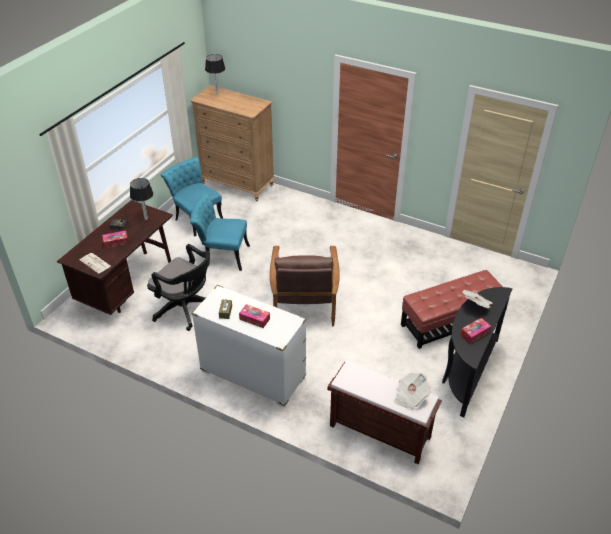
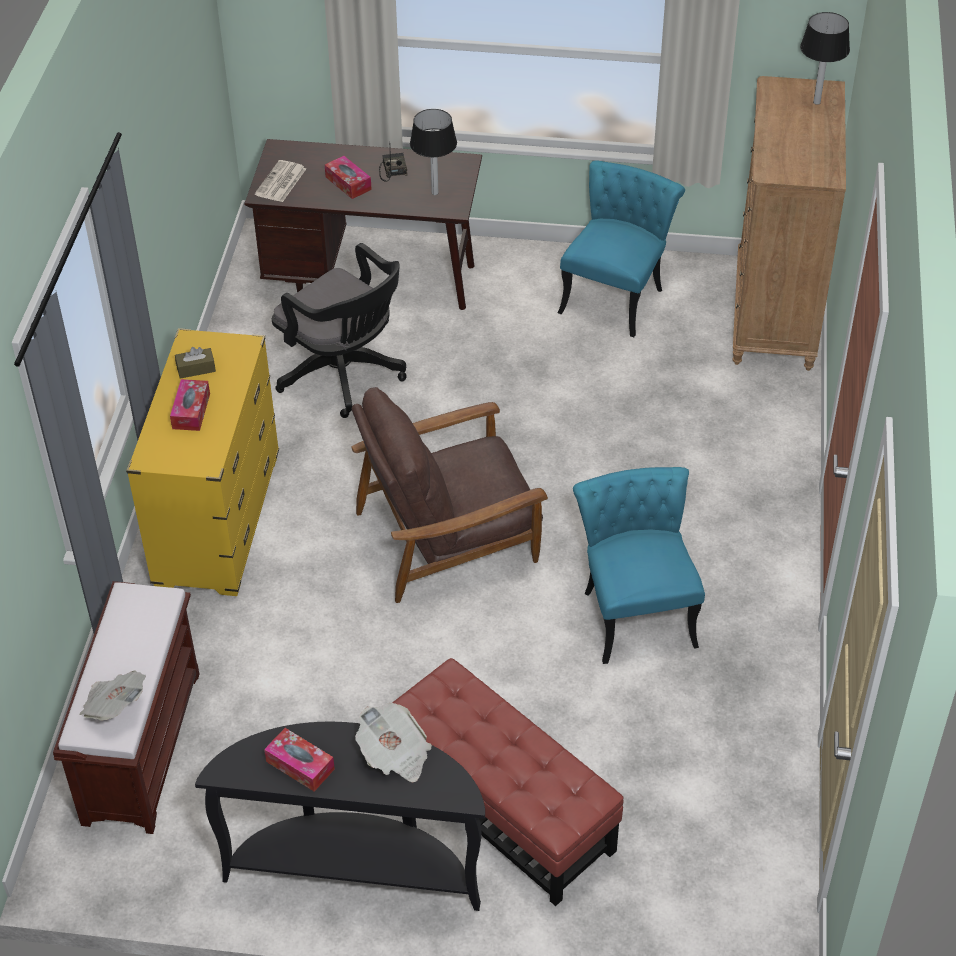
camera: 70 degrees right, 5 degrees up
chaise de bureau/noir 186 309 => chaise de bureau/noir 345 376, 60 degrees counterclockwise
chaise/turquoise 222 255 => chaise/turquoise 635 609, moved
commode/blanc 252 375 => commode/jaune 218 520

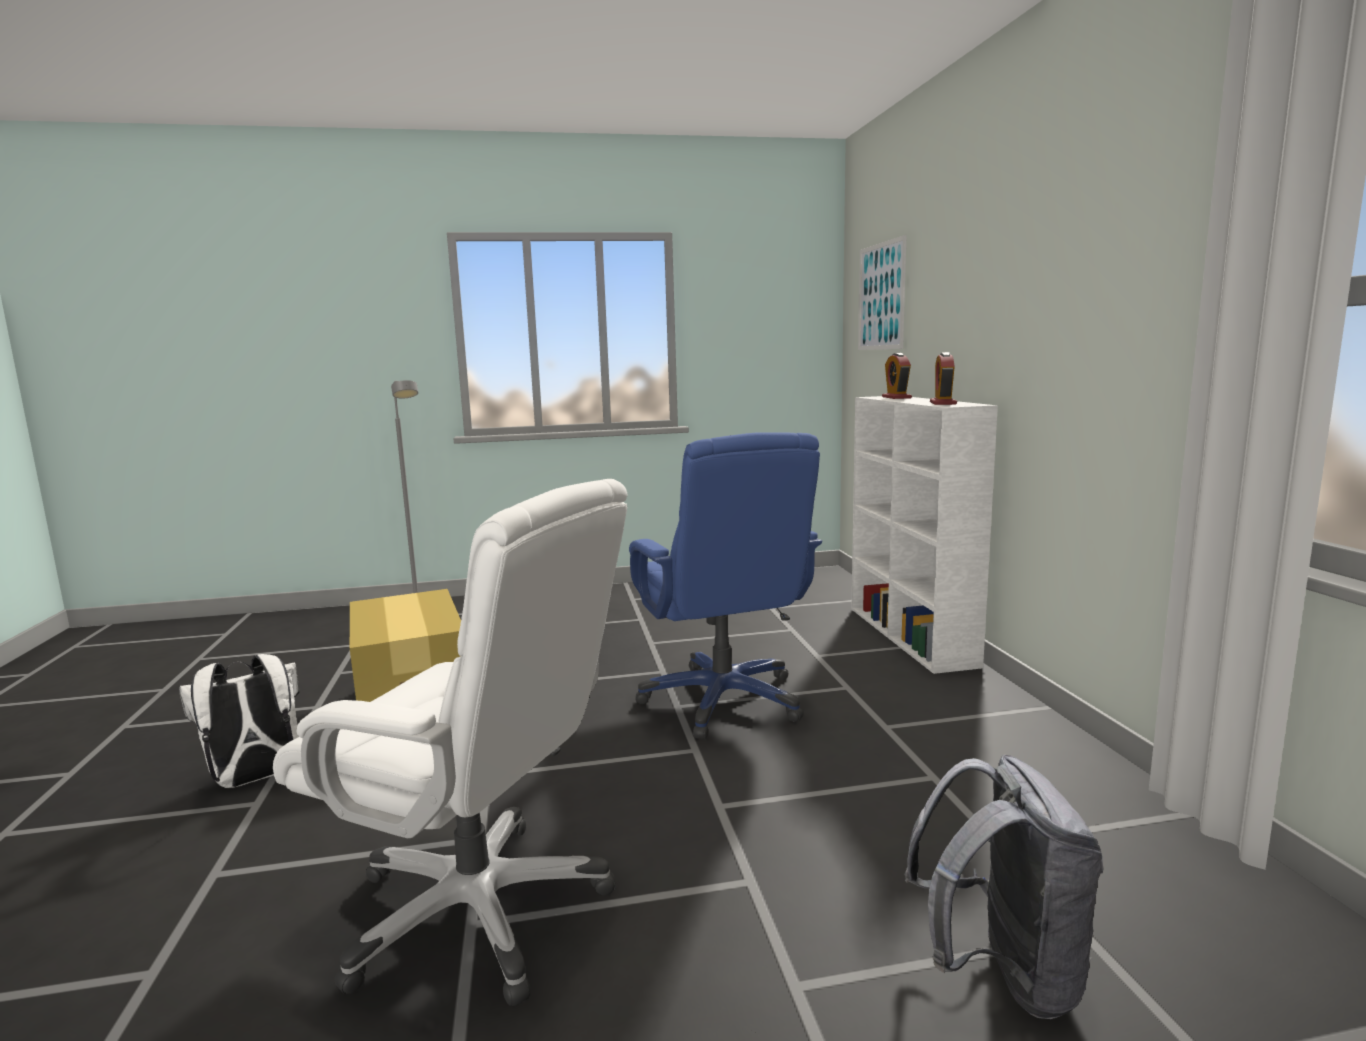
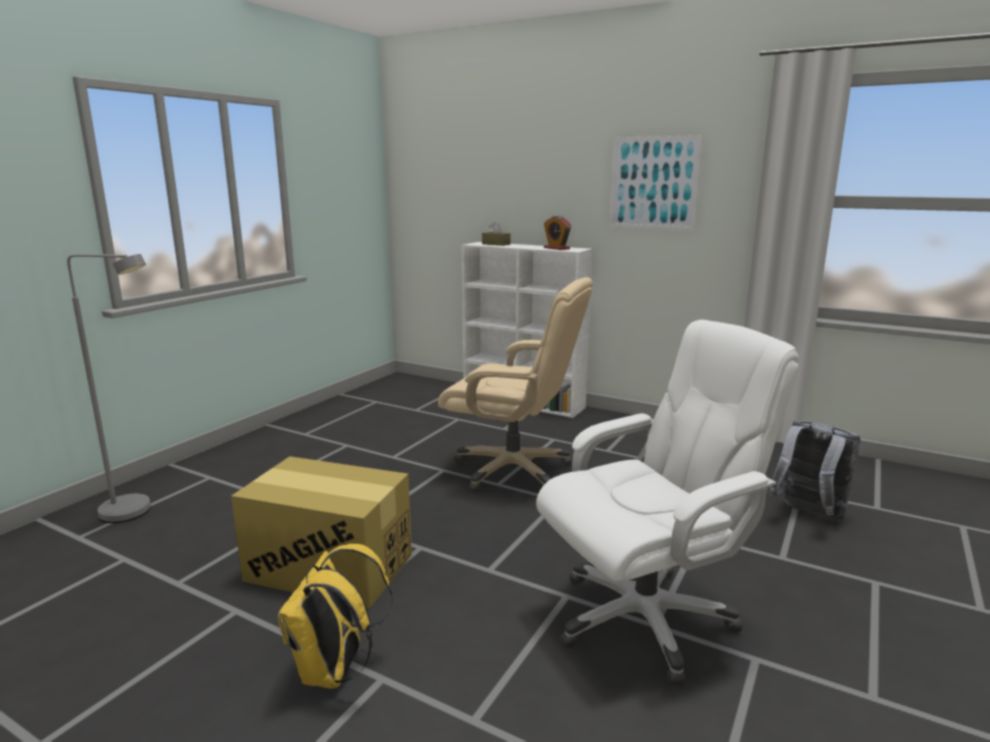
camera: 50 degrees left, 5 degrees up
sac à dos/blanc 256 779 => sac à dos/jaune 335 671
chaise de bureau/bleu 724 700 => chaise de bureau/beige 514 470
tableau 881 296 => tableau 653 183, moved
réveil 896 397 => boîte à mouchoirs/marron 496 244

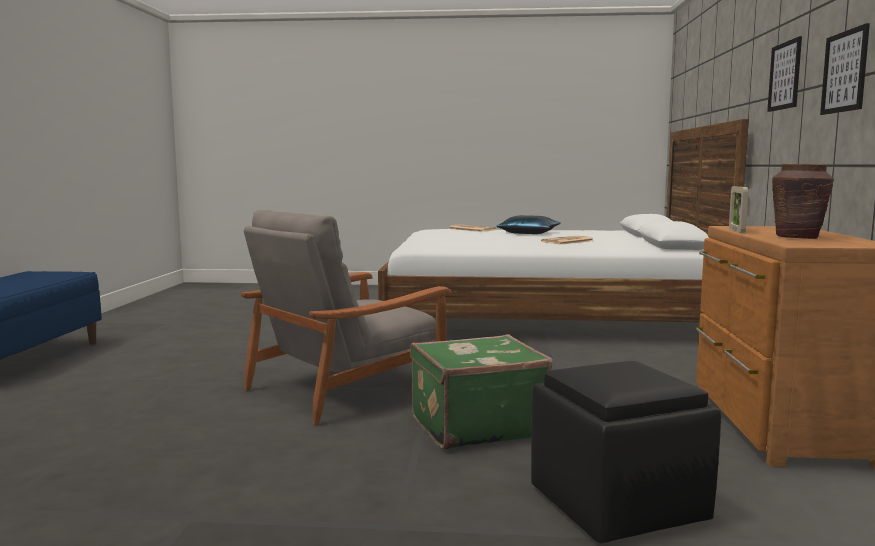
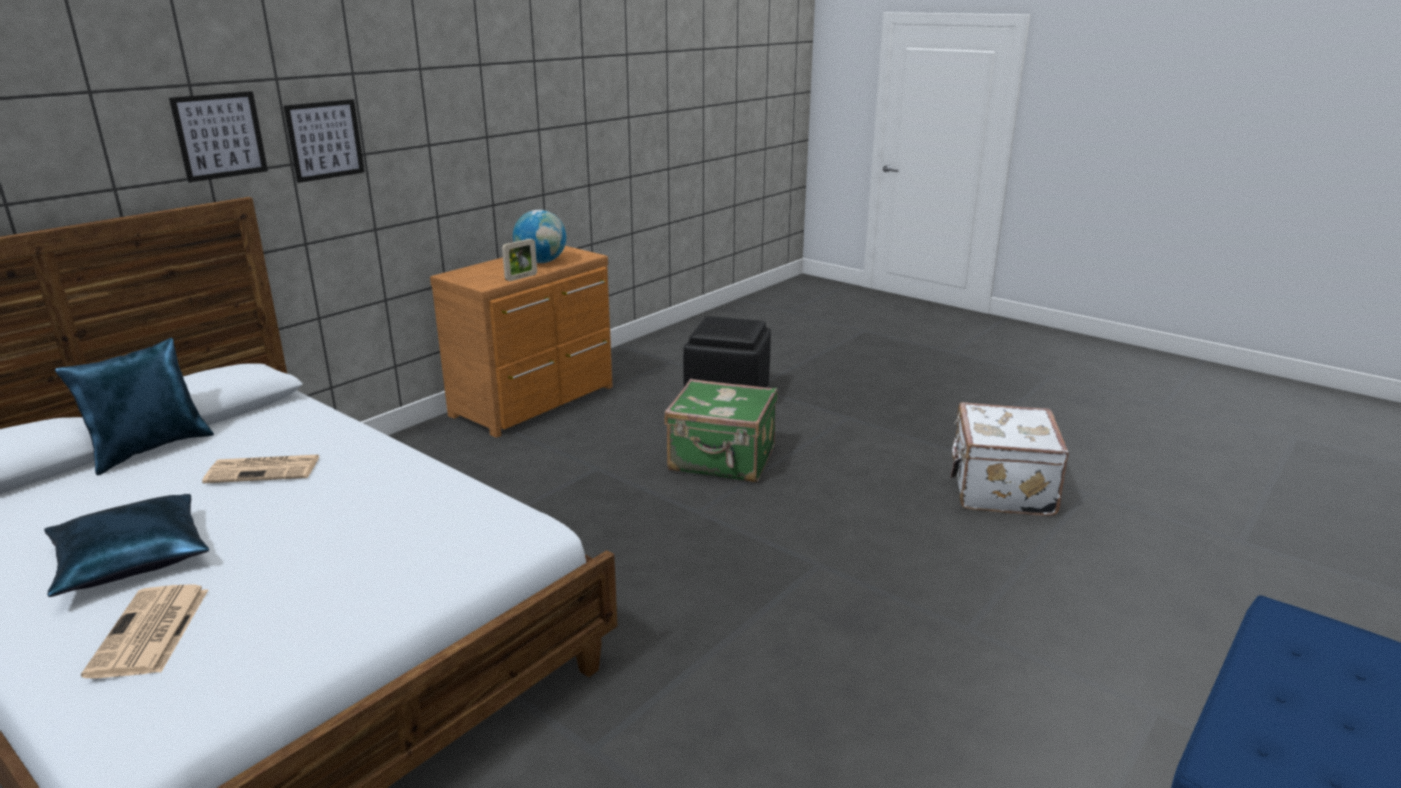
camera: 145 degrees left, 15 degrees up
fauteuil/gris 346 388 => nothing
vase/marron 797 237 => globe 541 262
tableau 845 71 => tableau 220 136, moved
nothing => coussin/bleu 150 449
nothing => valise/blanc 999 489

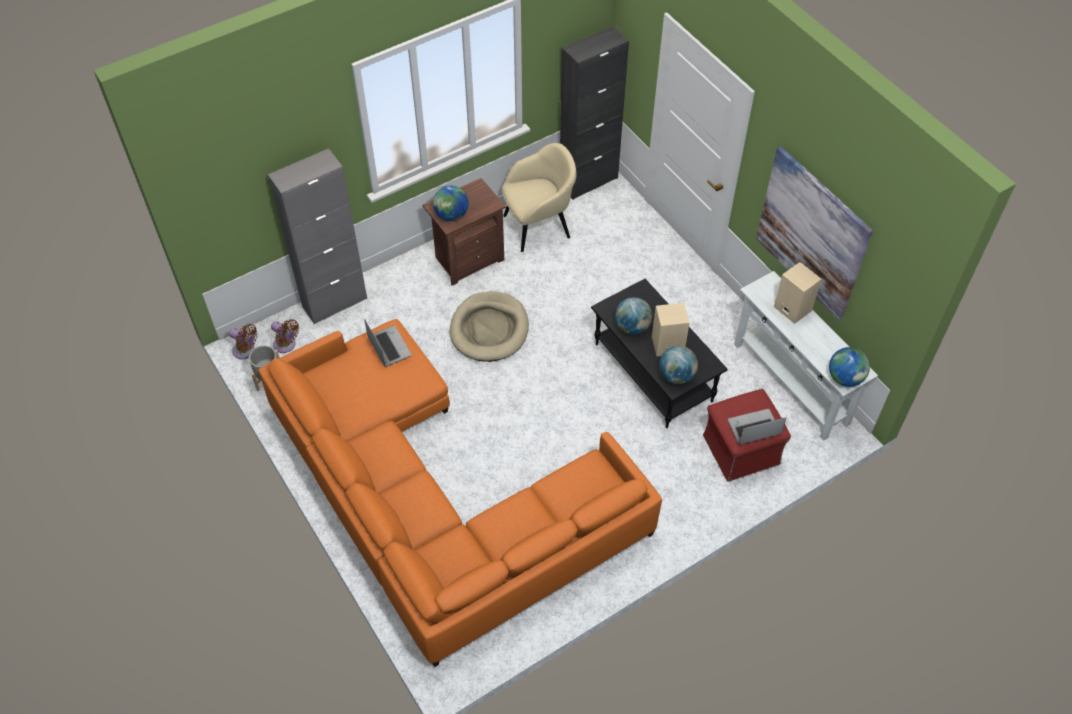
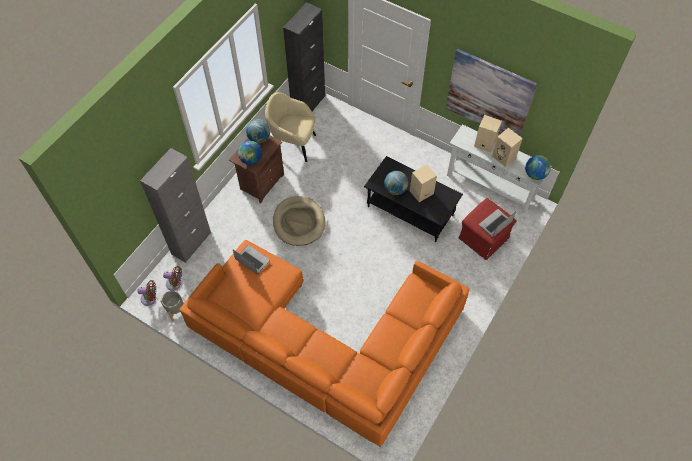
camera: 25 degrees left, 5 degrees up
fauteuil/beige 538 226 => fauteuil/beige 293 144, 120 degrees counterclockwise
globe 676 376 => globe 259 138, moved
nothing => enceinte/beige 504 157

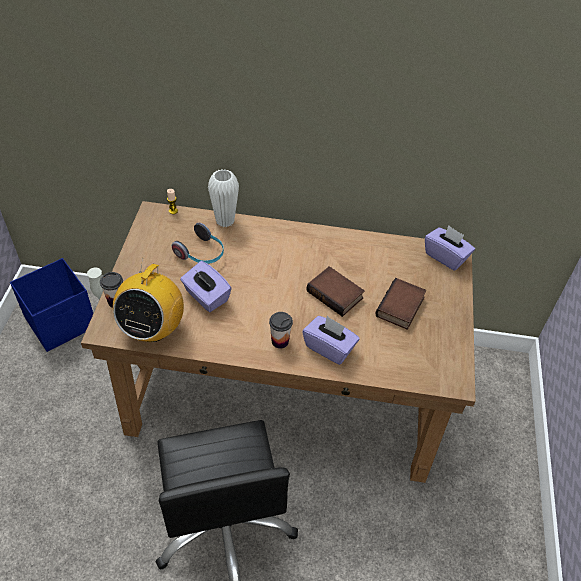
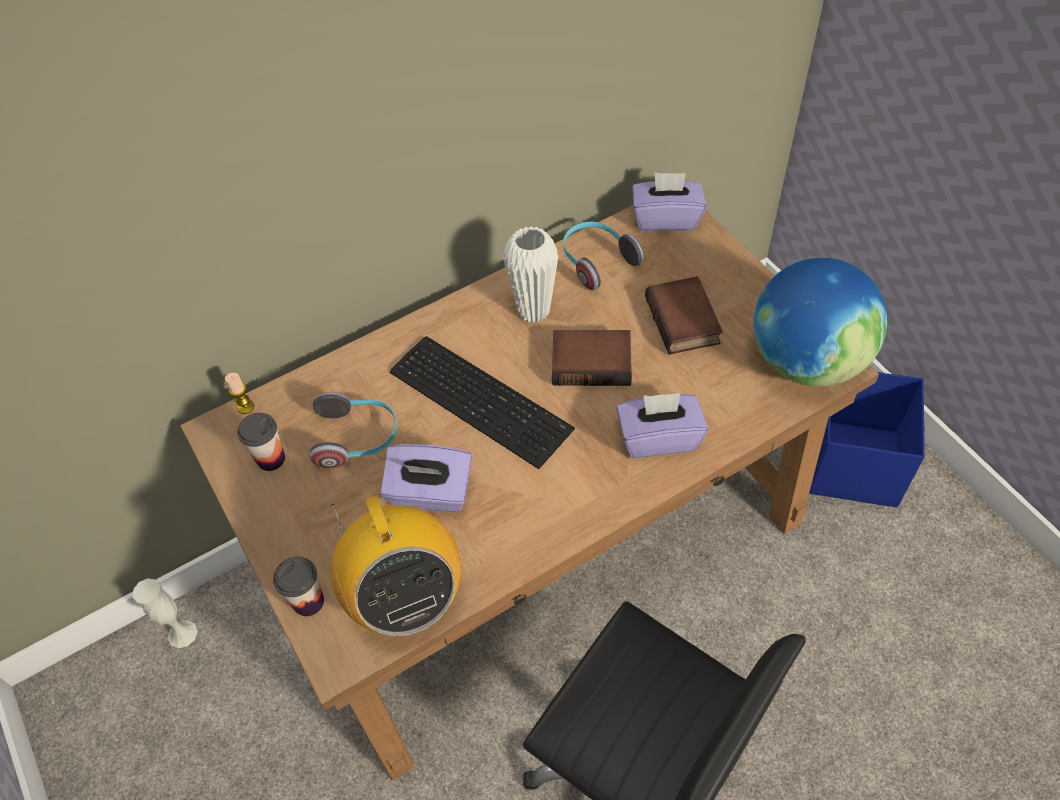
camera: 35 degrees left, 5 degrees up
boîte de rangement/bleu 62 322 => boîte de rangement/bleu 854 462, moved
vase/blanc 225 221 => vase/blanc 534 311, moved
tasse 280 341 => tasse 271 459, moved
nothing => clavier 480 396
nothing => casque audio 596 261
nothing => globe 807 360

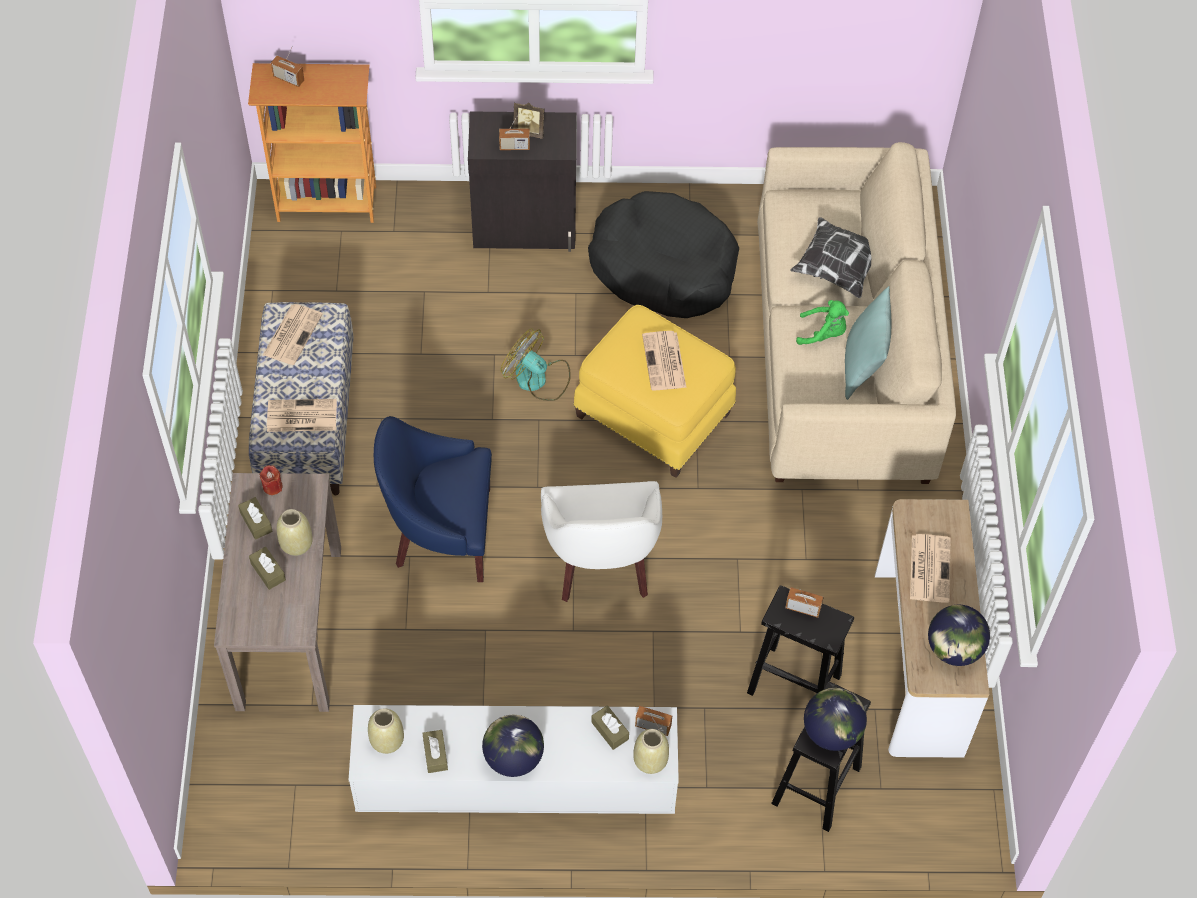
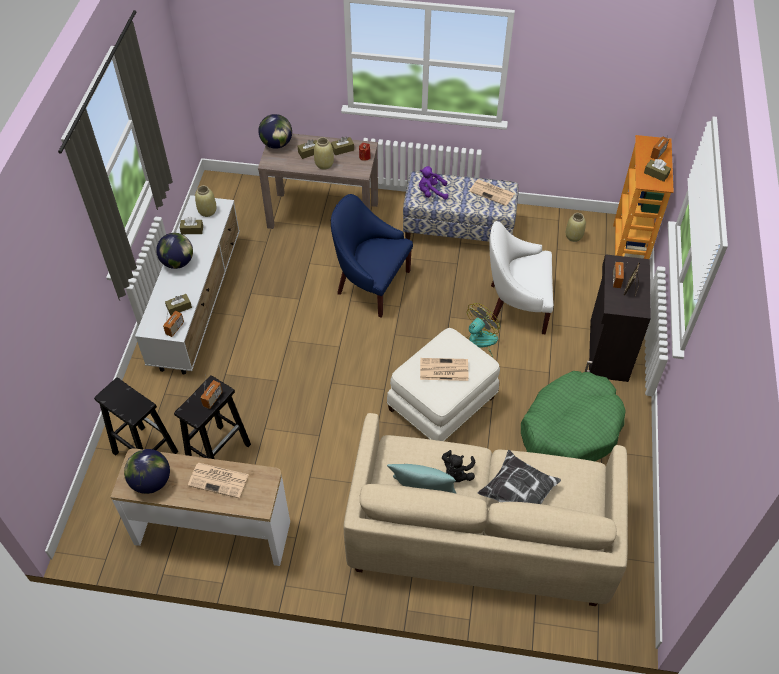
camera: 100 degrees right, 5 degrees down
journal 301 416 => peluche/violet 431 193
fauteuil/bleu 441 532 => fauteuil/bleu 371 284, 75 degrees counterclockwise
fauteuil/blanc 601 562 => fauteuil/blanc 516 305, moved
pouf/jaune 654 413 => pouf/blanc 443 405
panier pour chien/noir 663 267 => panier pour chien/vert 570 428
vase/beige 650 760 => vase/beige 573 236, moved
peluche/vert 823 333 => peluche/noir 457 473
globe 831 732 => globe 277 144, moved
nothing => boîte à mouchoirs/marron 656 174

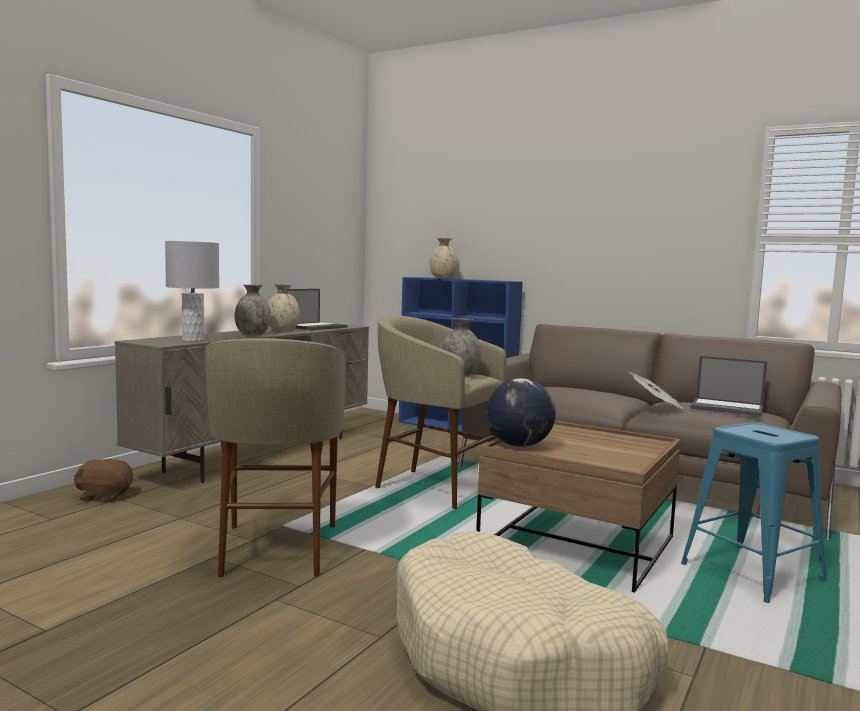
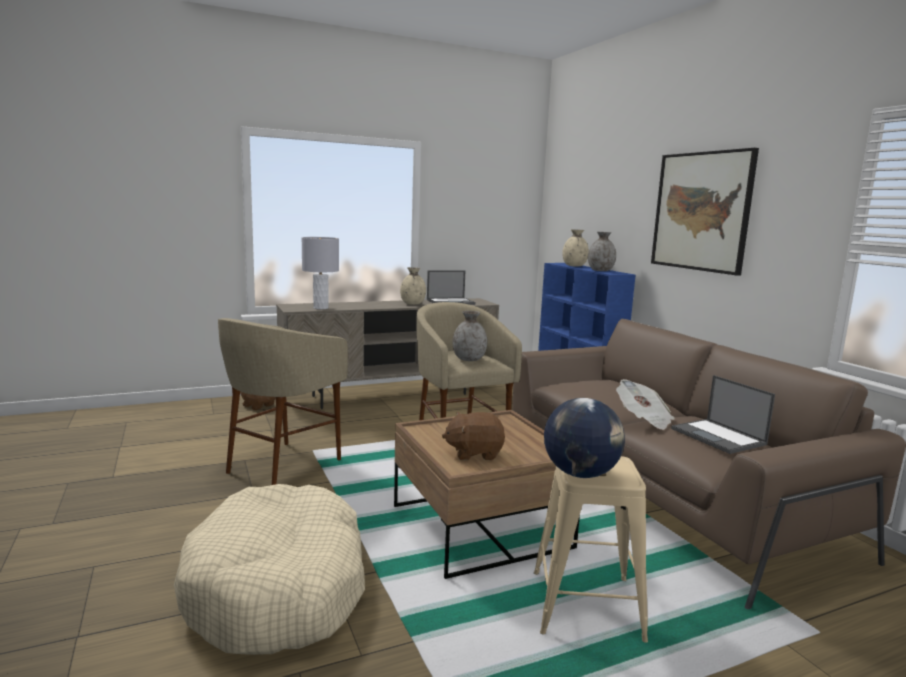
camera: 35 degrees right, 5 degrees up
vase/gris 252 334 => vase/gris 600 270, moved
globe 519 445 => globe 580 474, moved
tabouret/bleu 751 573 => tabouret/beige 585 605
nothing => peluche/marron 474 453
nothing => tableau 701 211

